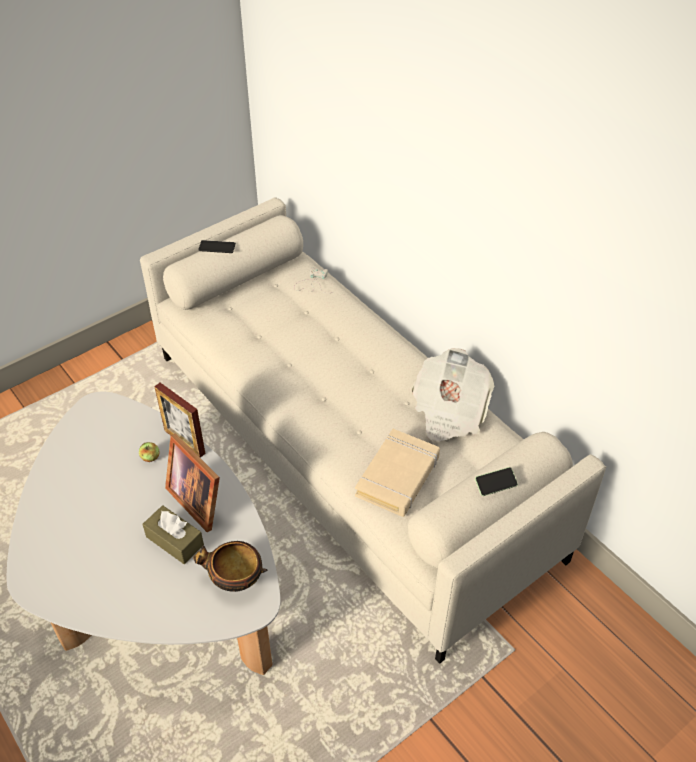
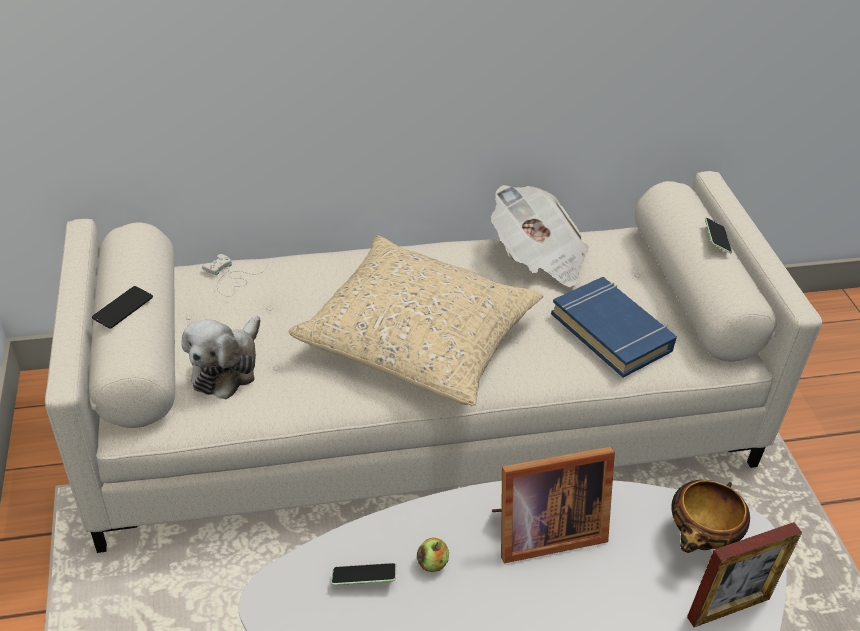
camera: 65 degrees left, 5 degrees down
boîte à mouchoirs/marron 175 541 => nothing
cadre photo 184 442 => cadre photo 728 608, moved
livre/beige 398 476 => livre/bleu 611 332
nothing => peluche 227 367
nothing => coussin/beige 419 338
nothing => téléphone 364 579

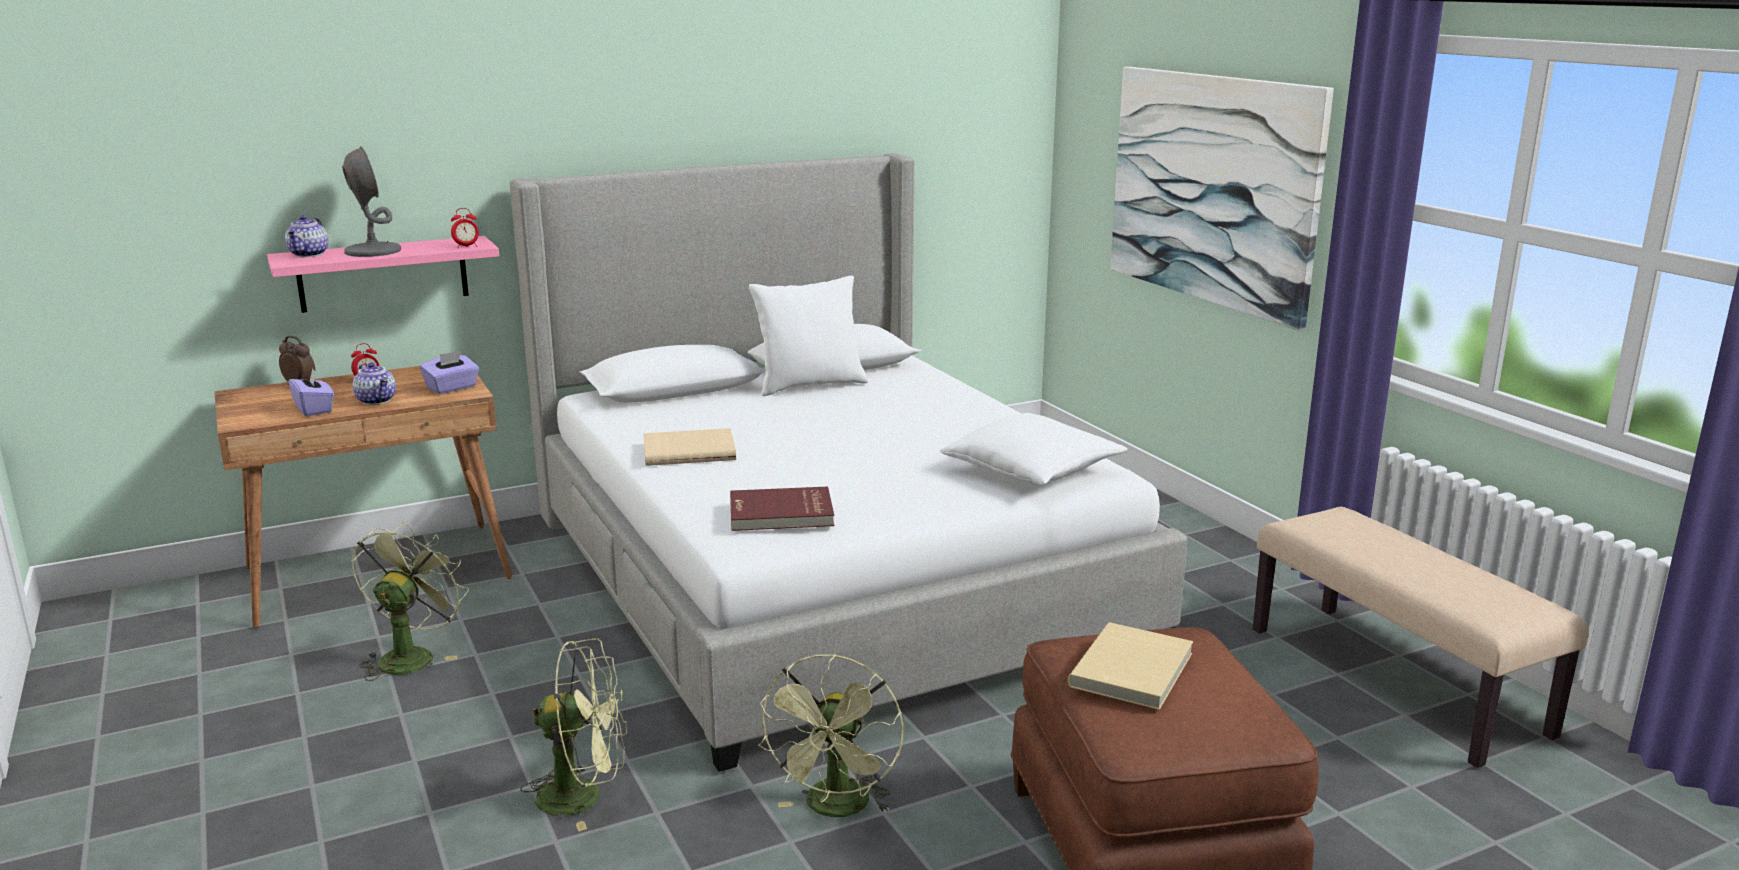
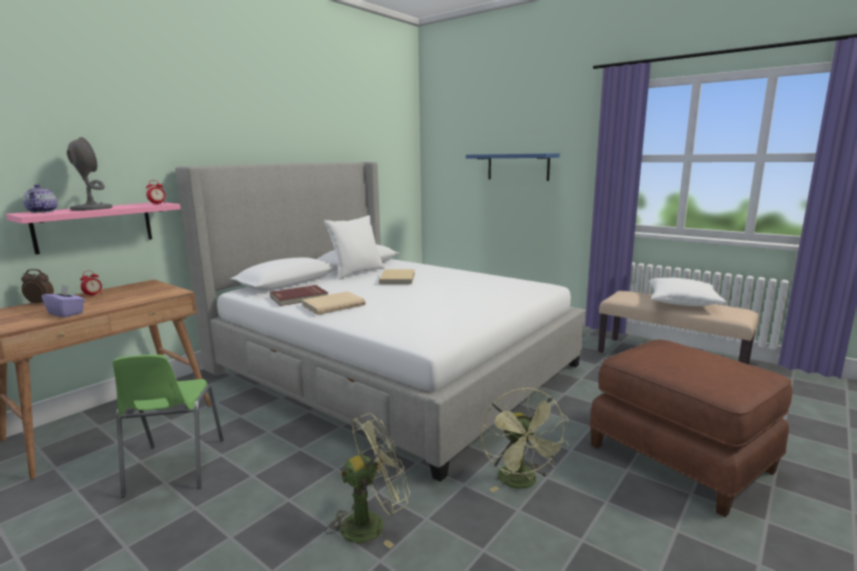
camera: 25 degrees left, 5 degrees down
ventilateur/vert 411 656 => chaise/vert 174 467
théière 377 400 => nothing
boîte à mouchoirs/violet 452 388 => nothing
livre/rouge 781 514 => livre/rouge 299 298, moved
coussin/blanc 1032 471 => coussin/blanc 683 302, moved
livre/beige 1134 670 => livre/beige 398 279, moved
tableau 1212 189 => étagère/bleu 518 167

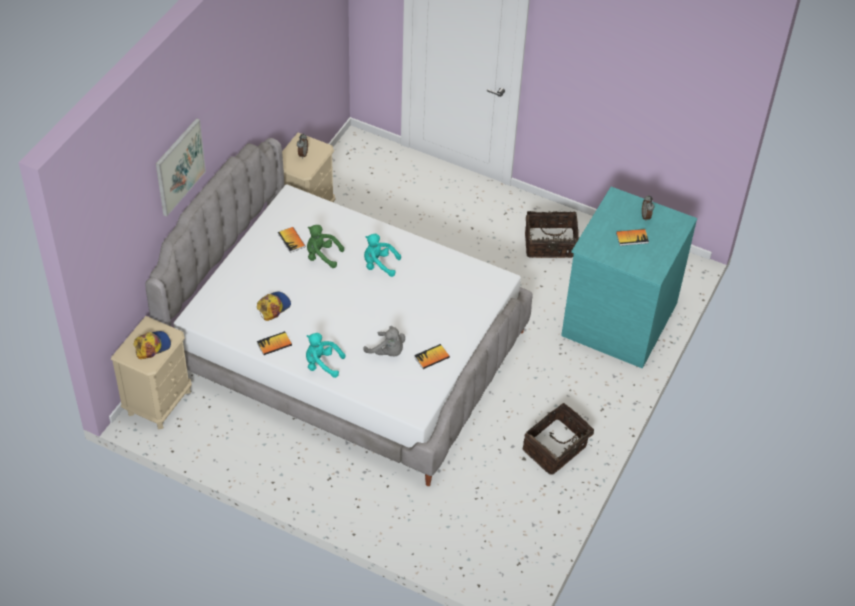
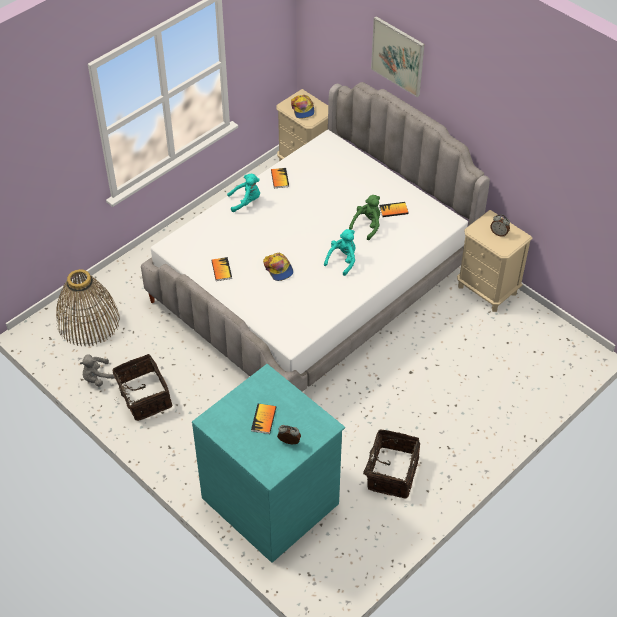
camera: 110 degrees right, 0 degrees up
casquette 273 307 => casquette 278 269, moved
peluche/turquoise 322 364 => peluche/turquoise 246 201, 45 degrees clockwise
peluche/gris 387 352 => peluche/gris 98 378, moved
nothing => panier 88 322

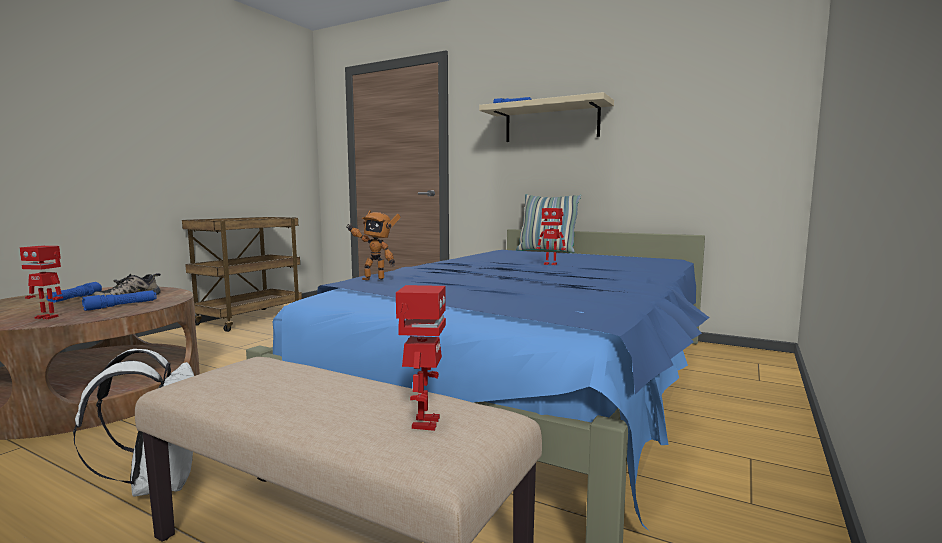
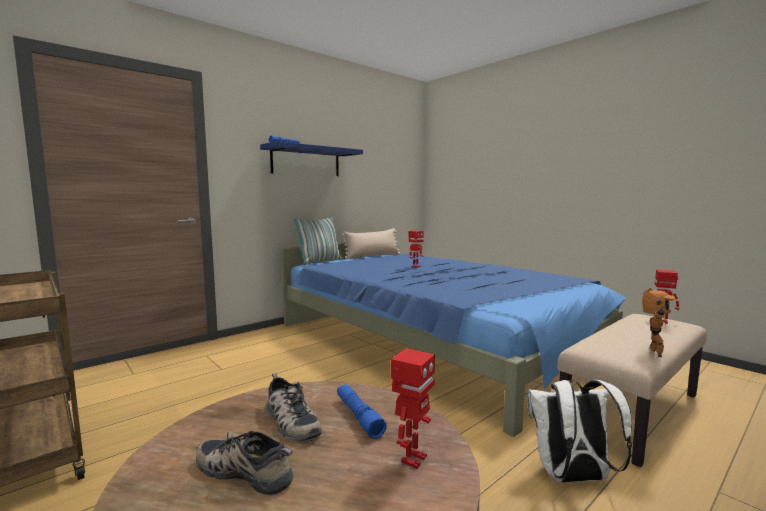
camera: 70 degrees left, 0 degrees up
lampe de poche/bleu 75 298 => chaussure 246 471
robot jouet 373 279 => robot jouet 653 353, moved
étagère/beige 551 122 => étagère/bleu 306 161
nothing => coussin/beige 372 256

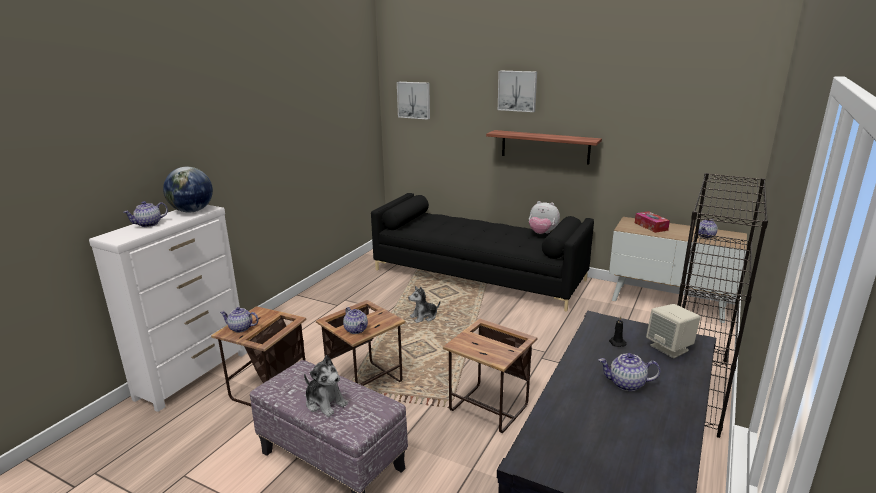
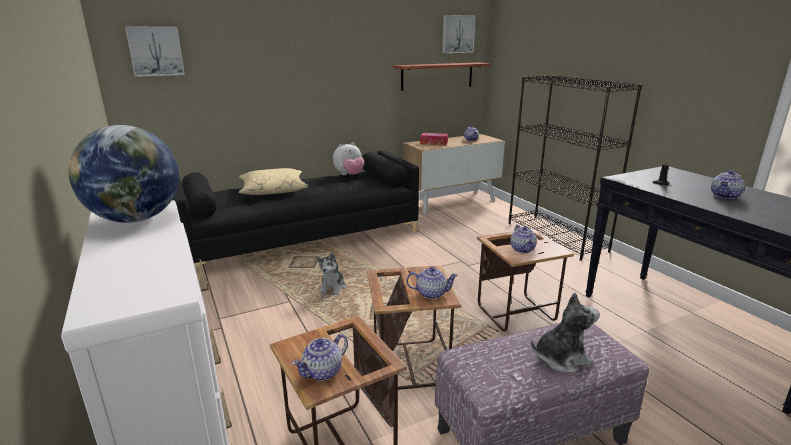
camera: 55 degrees left, 0 degrees up
théière 148 224 => théière 523 249, moved
étagère 545 147 => étagère 437 76, moved
tableau 517 91 => tableau 457 34, moved
enceinte/beige 670 348 => nothing
nothing => coussin/beige 273 190

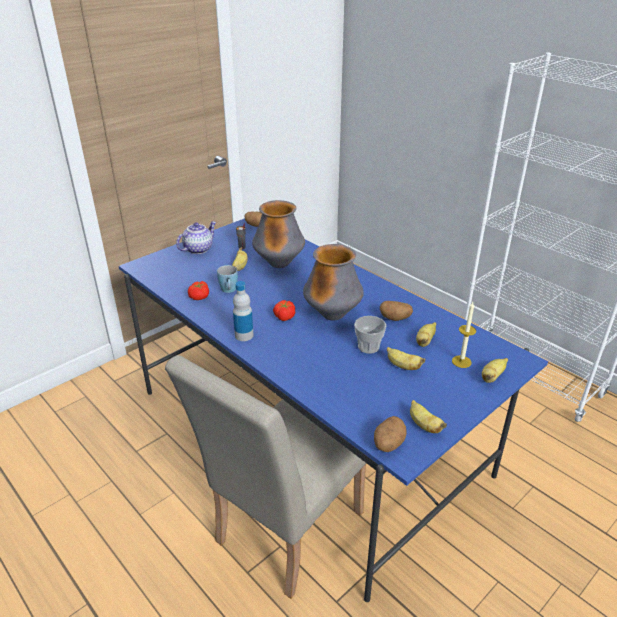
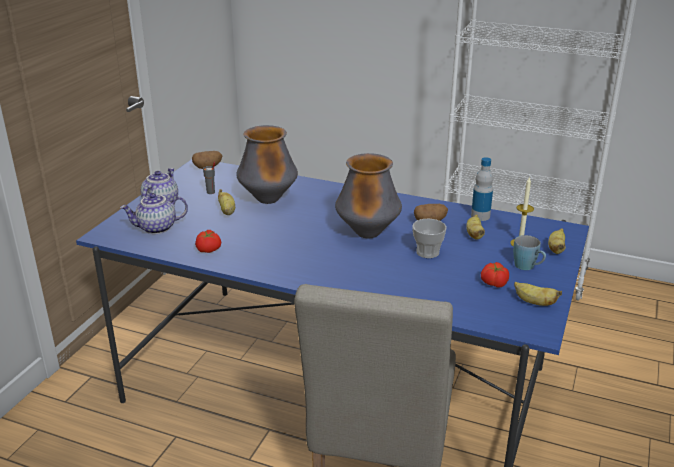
camera: 25 degrees left, 5 degrees down
mug/bleu 229 291 => mug/bleu 528 267, moved
bouteille 244 335 => bouteille 480 216, moved
tomate 284 317 => tomate 494 283, moved
pomme de terre 388 444 => nothing
banane 402 366 => nothing
nothing => théière 156 228

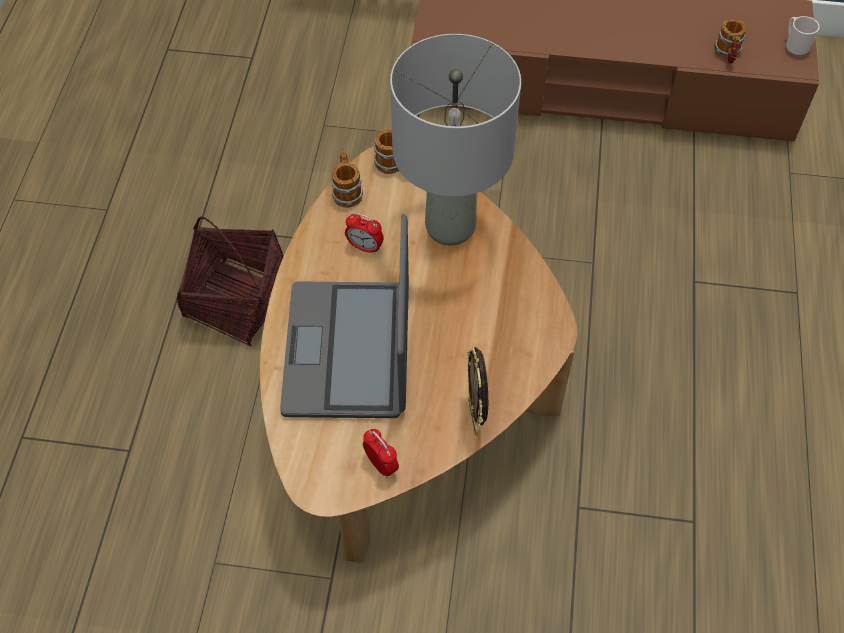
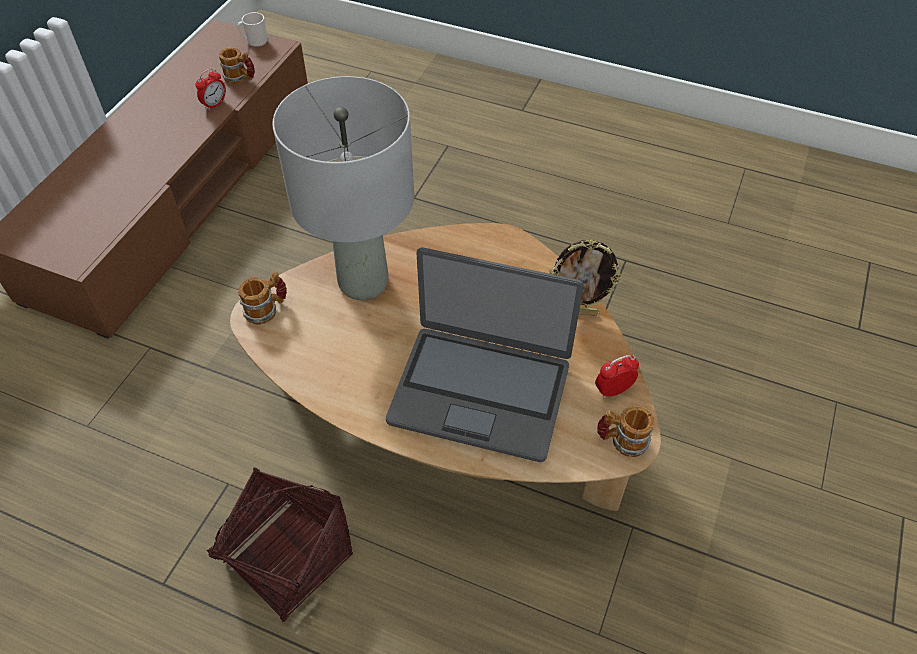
camera: 75 degrees left, 5 degrees down
mug 347 191 => mug 621 441, moved
réveil 365 247 => réveil 214 104, moved

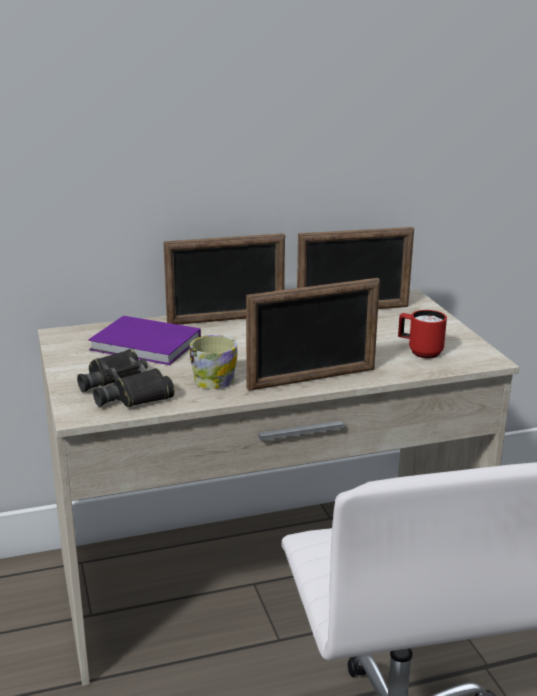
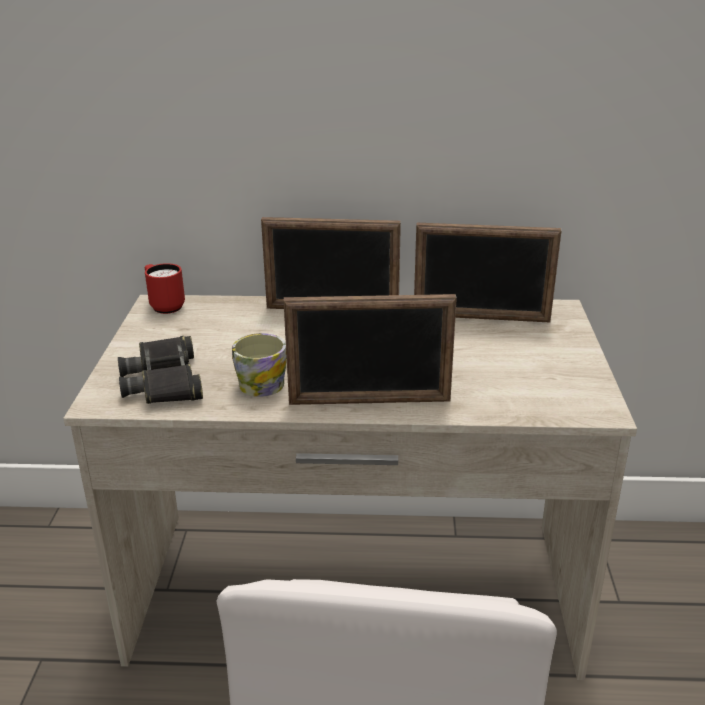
camera: 20 degrees right, 5 degrees up
livre/violet 147 345 => nothing
mug/rouge 419 351 => mug/rouge 164 306, moved

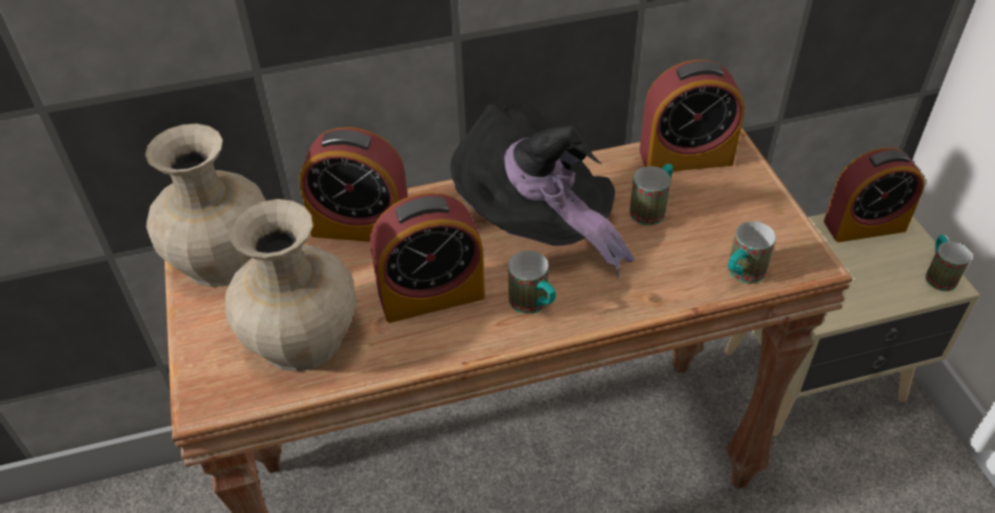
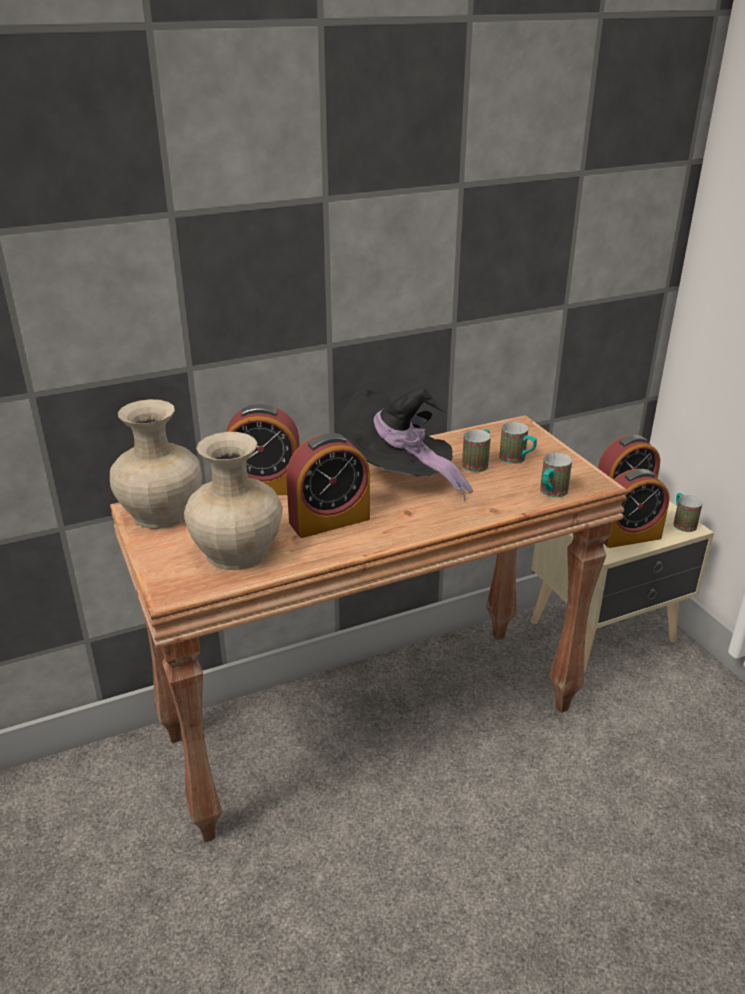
camera: 10 degrees left, 15 degrees down
mug 534 305 => mug 517 460, moved
réveil 686 157 => réveil 628 536, moved

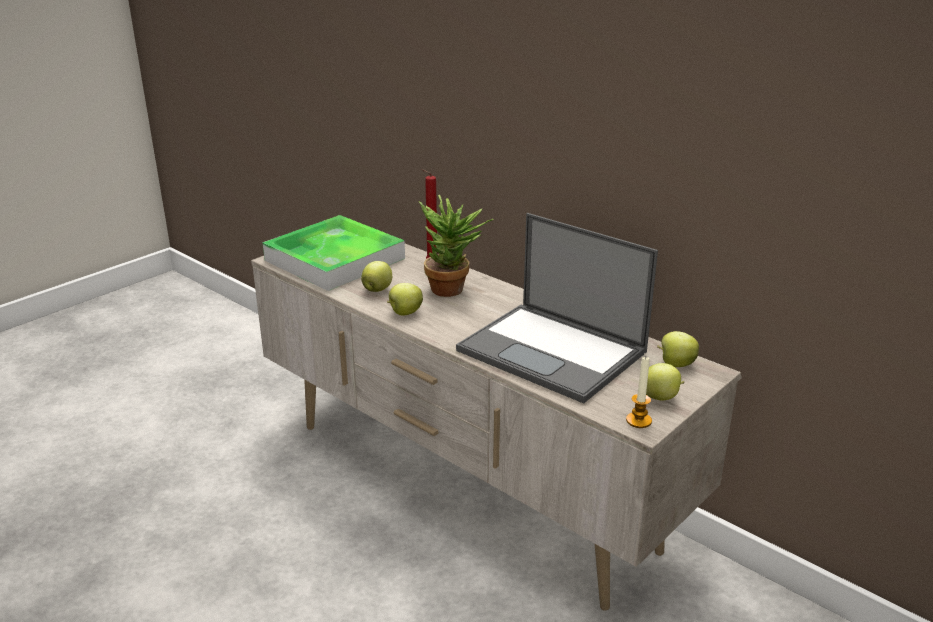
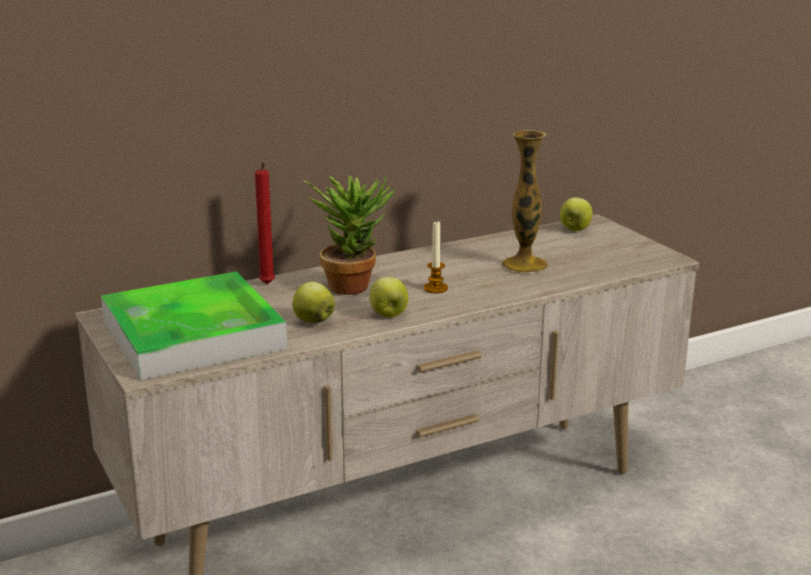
camera: 70 degrees left, 5 degrees down
ordinateur portable 554 352 => vase 524 265
bougie 638 420 => bougie 435 288, moved
pomme 660 397 => nothing

